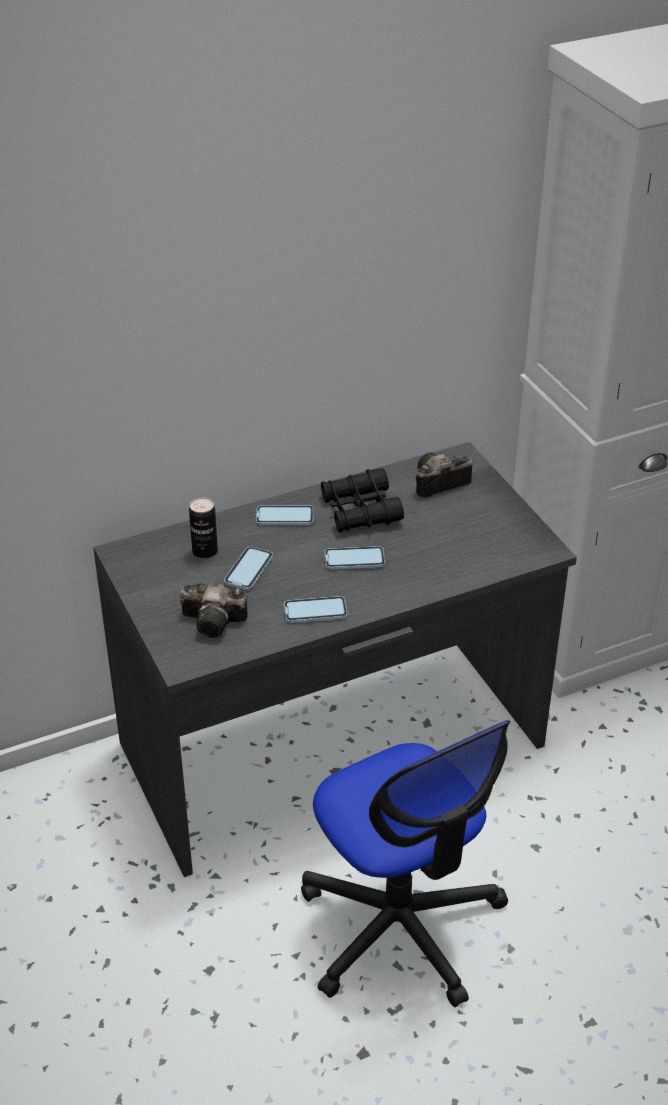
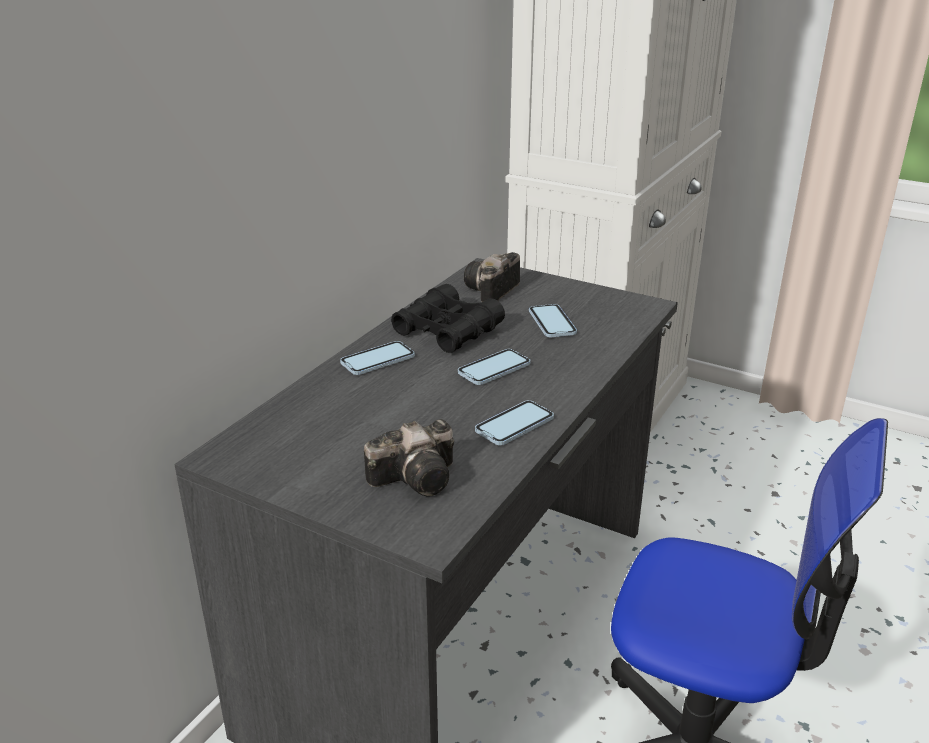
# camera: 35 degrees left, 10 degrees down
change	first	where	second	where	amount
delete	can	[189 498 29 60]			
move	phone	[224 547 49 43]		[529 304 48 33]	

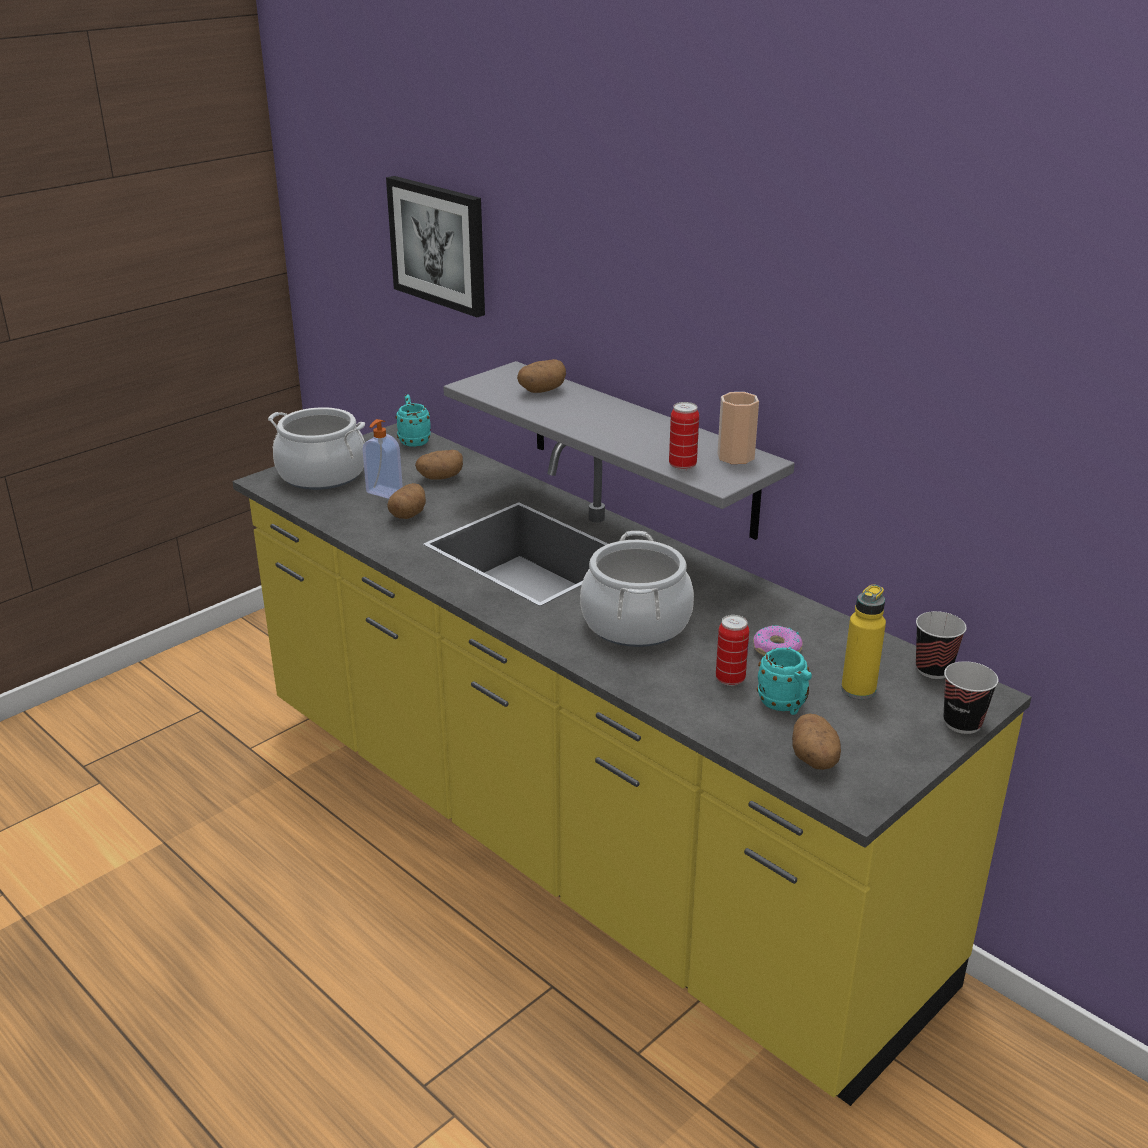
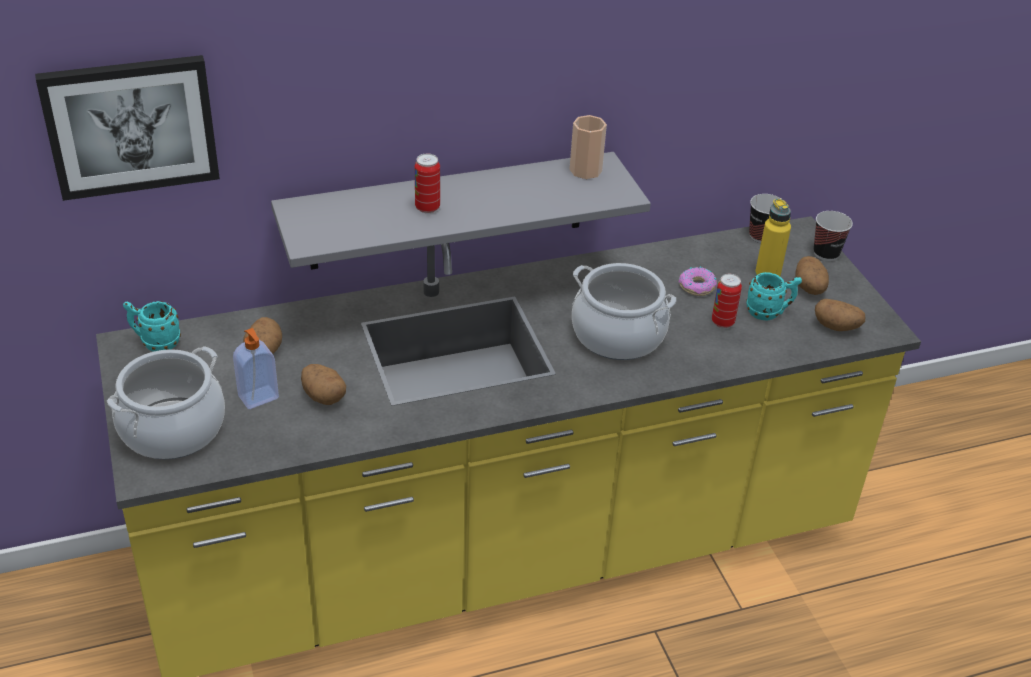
# camera: 65 degrees left, 10 degrees up
change	first	where	second	where	amount
move	potato	[517 359 49 34]		[795 256 34 39]	
move	can	[669 402 30 68]		[415 154 25 59]	

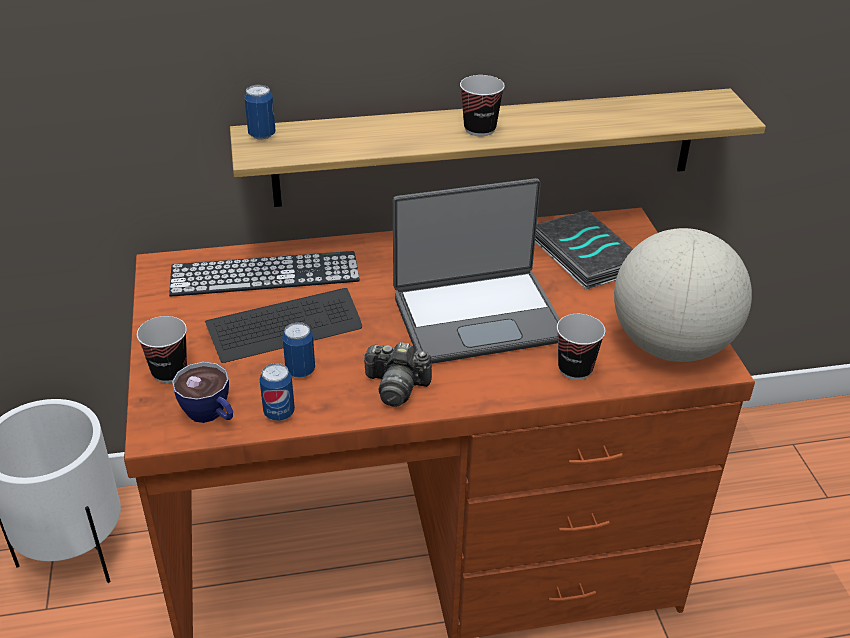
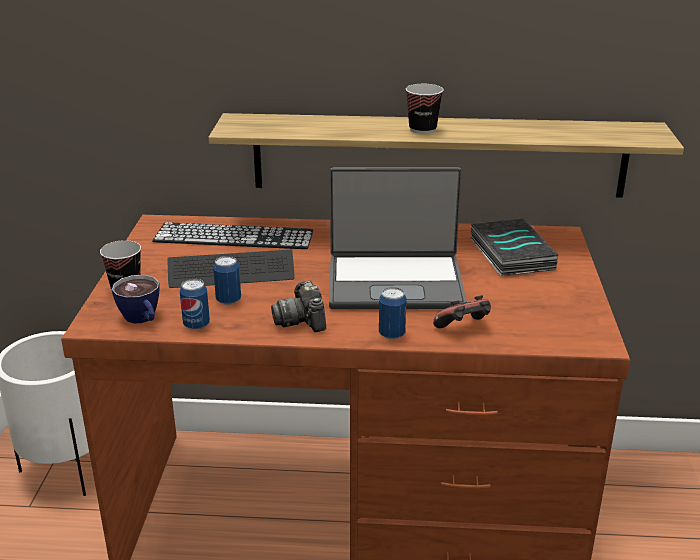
# camera: 15 degrees right, 10 degrees down
change	first	where	second	where	amount
move	can	[244 85 32 55]		[379 287 28 53]	
delete	globe	[614 228 138 134]			
replace	cup	[557 314 49 66]	game controller	[433 295 58 33]	
rotate	photo camera	[363 342 69 65]		[271 280 55 52]	45 degrees clockwise

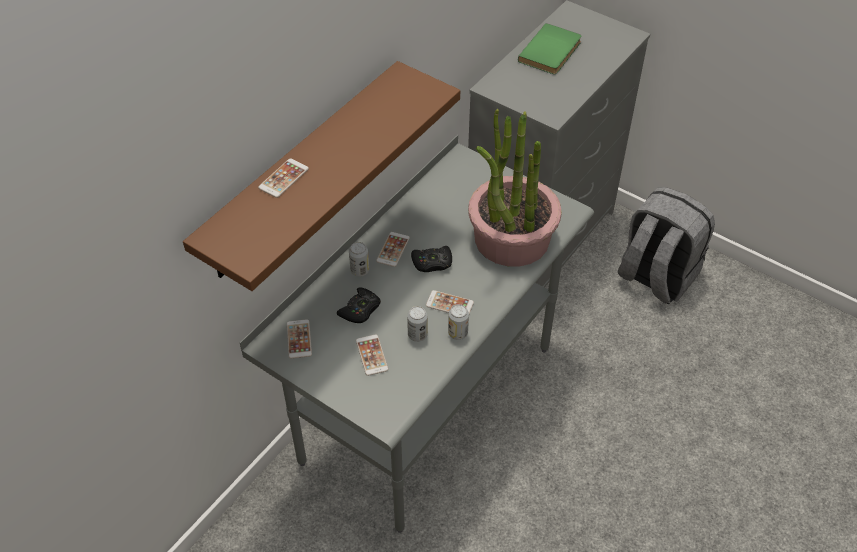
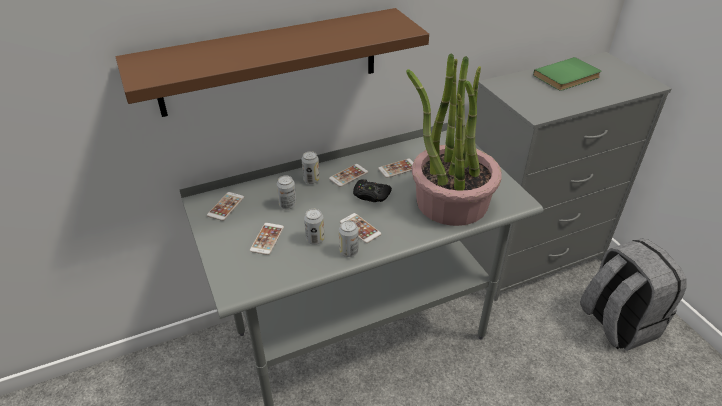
# camera: 30 degrees right, 10 degrees down
change	first	where	second	where	amount
move	phone	[258 158 51 40]		[378 159 35 19]	
replace	black game controller	[337 287 44 36]	can	[277 175 19 35]	

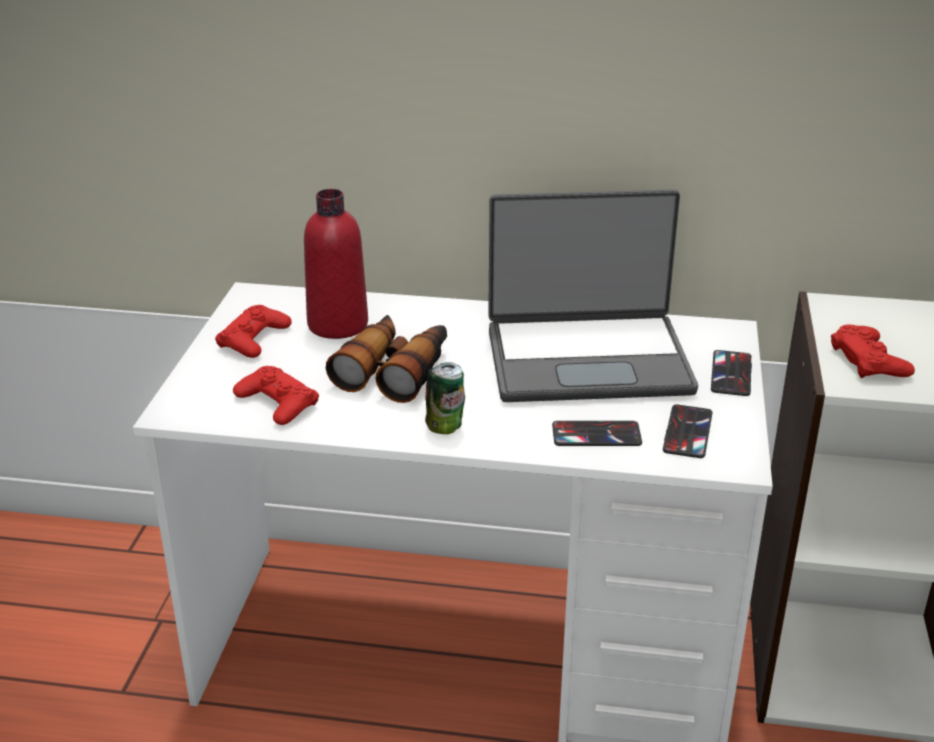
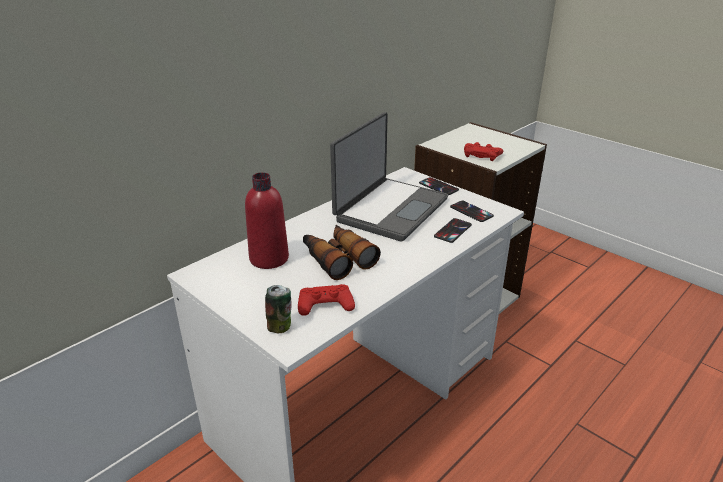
# camera: 55 degrees left, 0 degrees up
change	first	where	second	where	amount
delete	red game controller	[215 305 77 53]			
move	can	[425 362 40 72]		[265 285 27 48]	

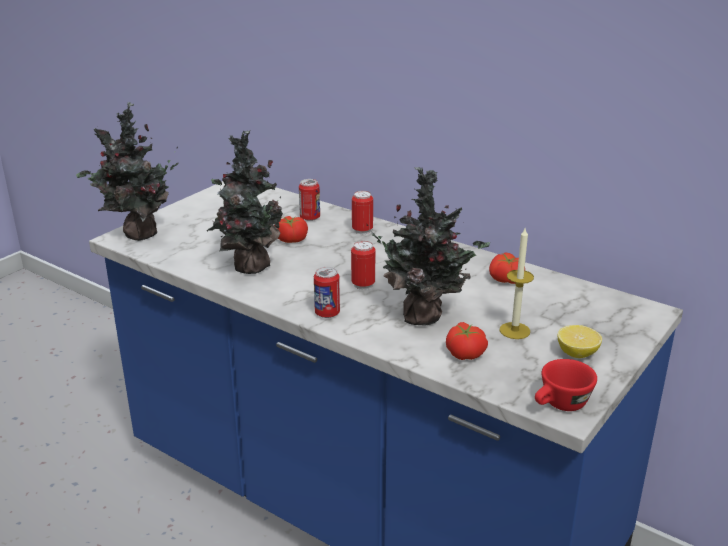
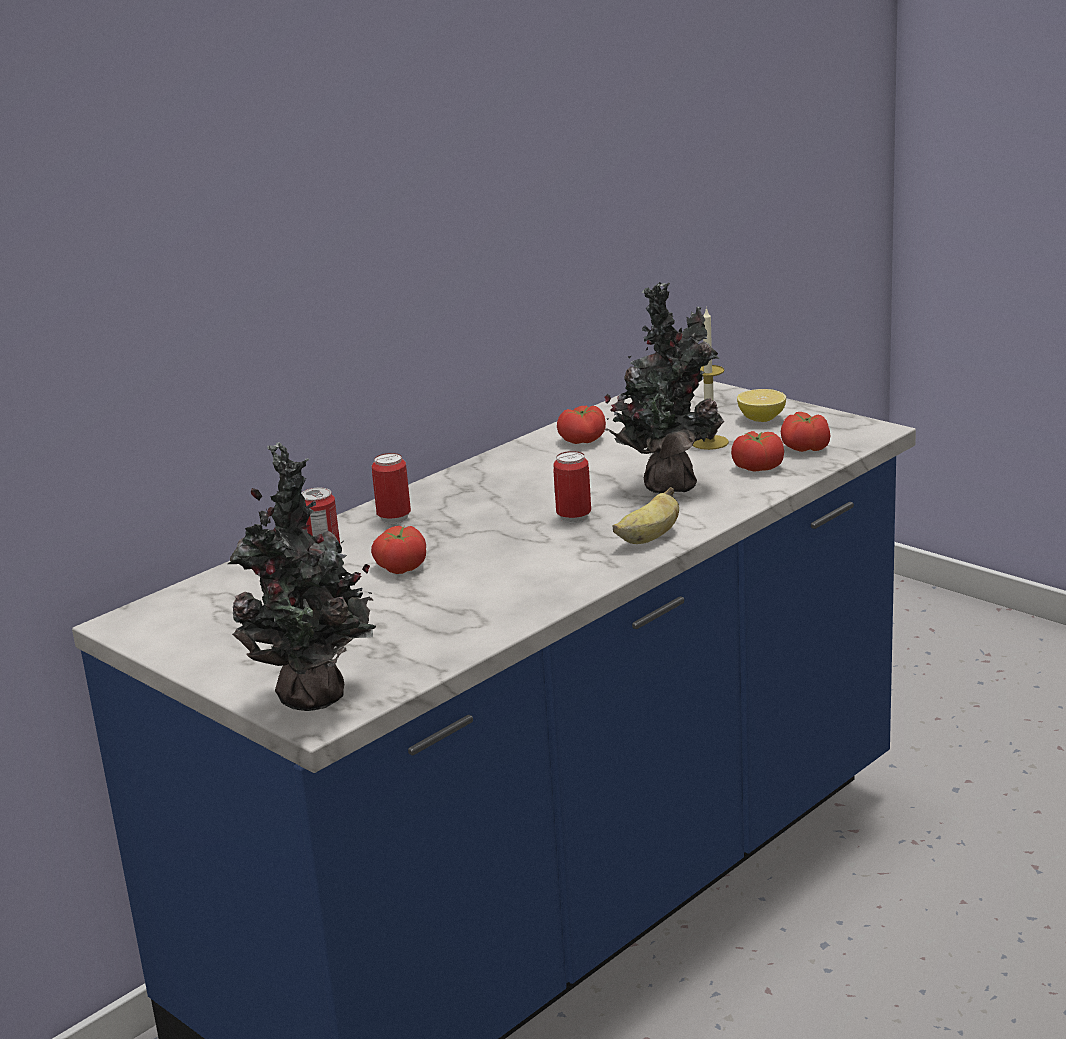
# camera: 80 degrees left, 5 degrees down
change	first	where	second	where	amount
delete	potted plant	[207 129 76 145]			
replace	can	[314 267 26 51]	banana	[613 487 66 57]	
delete	red cup	[535 359 62 52]			
insert			tomato	[781 412 49 40]	

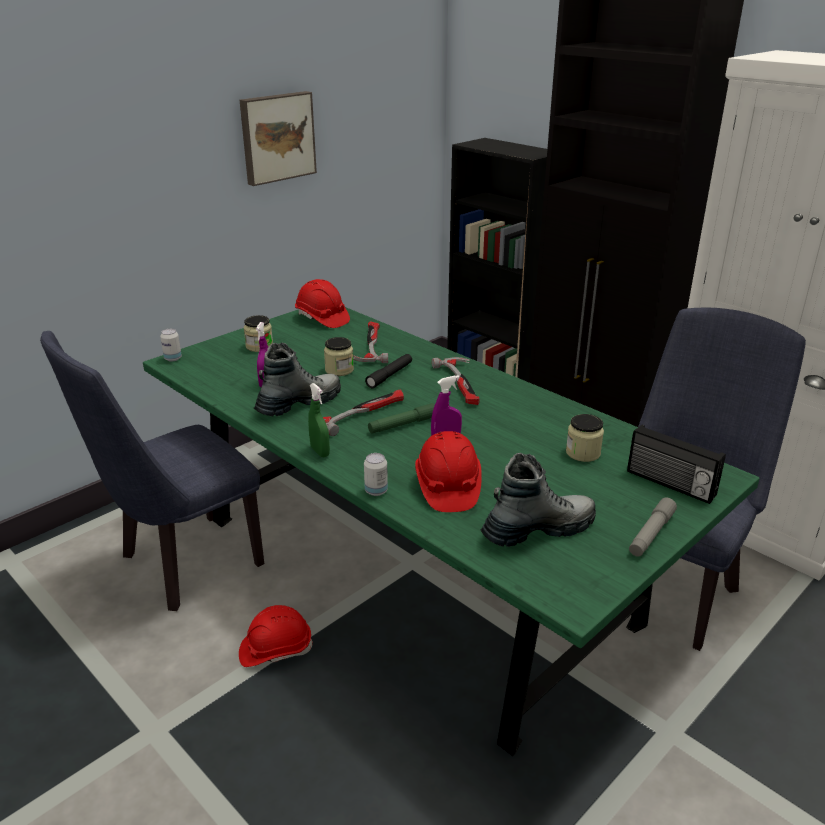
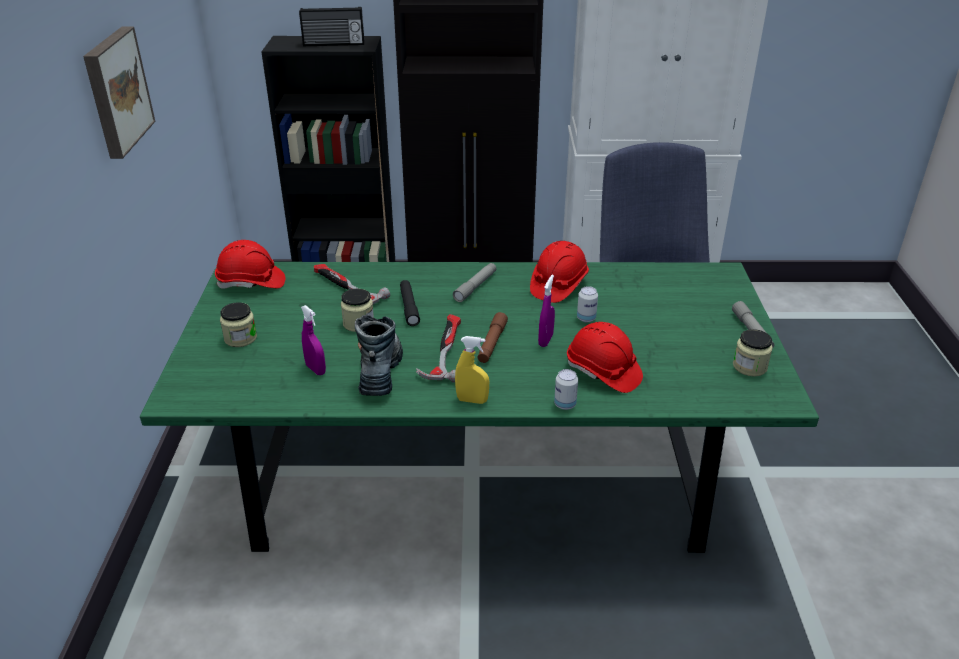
# camera: 45 degrees left, 5 degrees up
change	first	where	second	where	amount
move	can	[160 329 22 33]		[577 286 21 36]	
delete	blue chair	[40 331 224 280]			
replace	hammer	[432 357 48 48]	grey flashlight	[453 263 43 39]	
recolor	green spray bottle	[308 383 22 74]	yellow spray bottle	[455 336 34 68]	
recolor	green flashlight	[368 403 67 31]	brown flashlight	[478 312 30 51]	
move	jar	[566 414 38 48]		[733 329 40 48]	
move	radio	[627 425 99 79]		[299 7 65 39]	
delete	boot	[480 453 116 94]			
move	red hard hat	[239 605 74 62]		[530 241 59 62]	

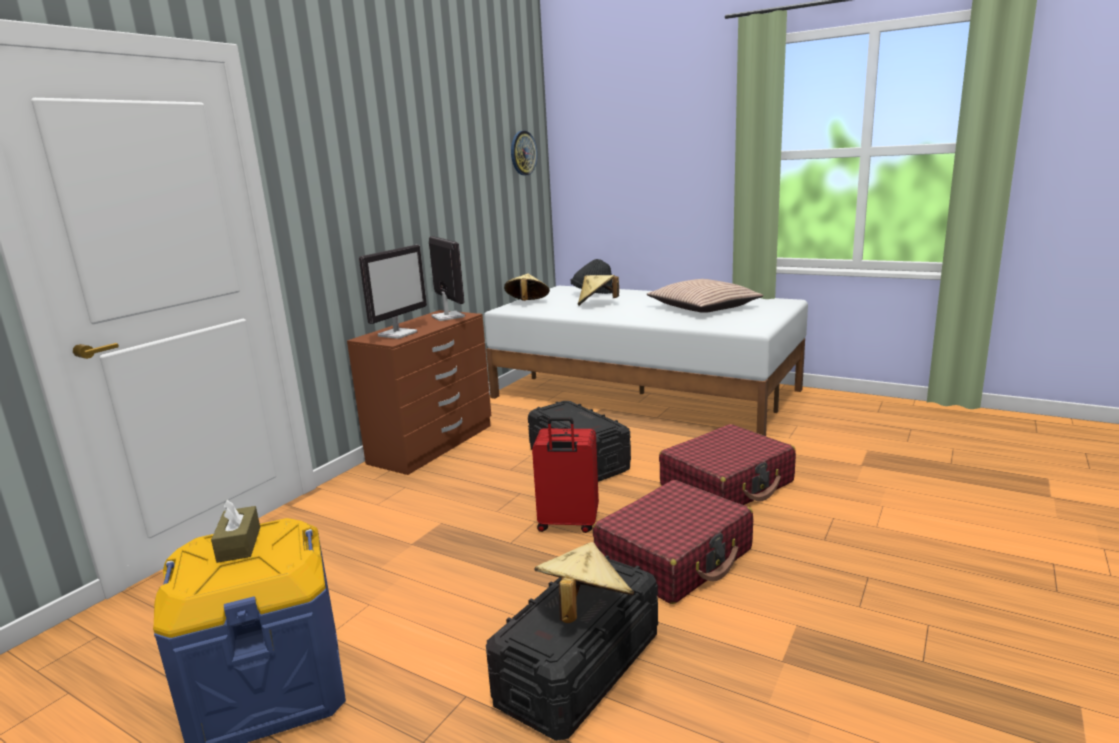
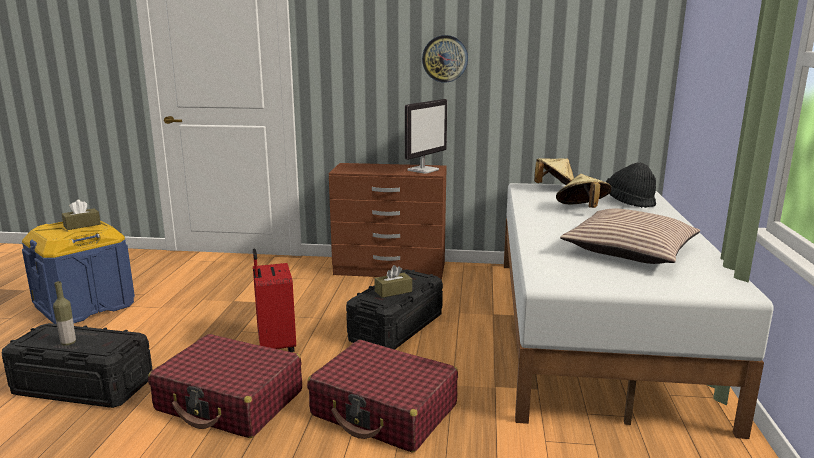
# camera: 65 degrees right, 0 degrees up
change	first	where	second	where	amount
move	wall clock	[511 131 26 44]		[422 35 46 47]	
delete	monitor	[359 245 68 94]			
replace	beige hat	[534 542 100 81]	bottle	[53 281 23 64]	
insert			brown tissue box	[374 265 38 33]	

